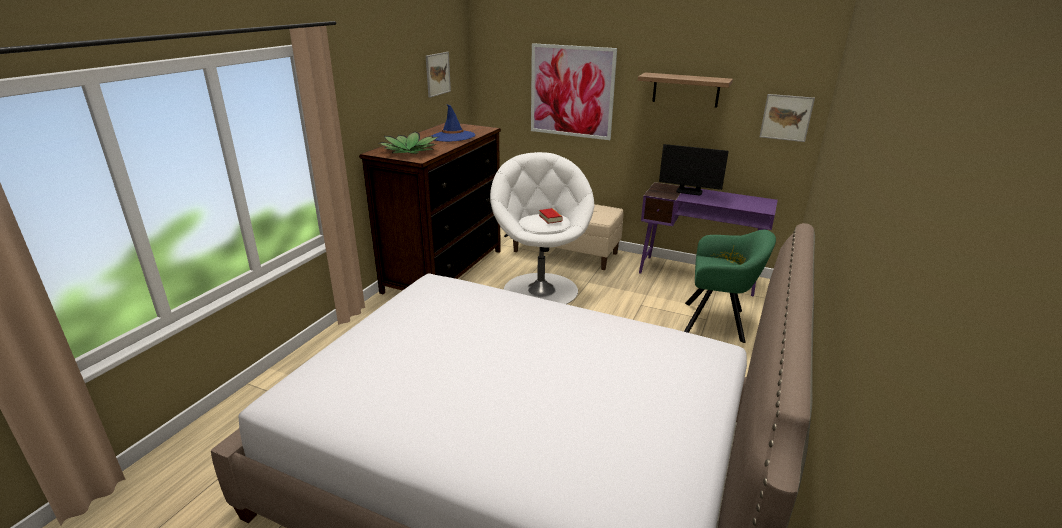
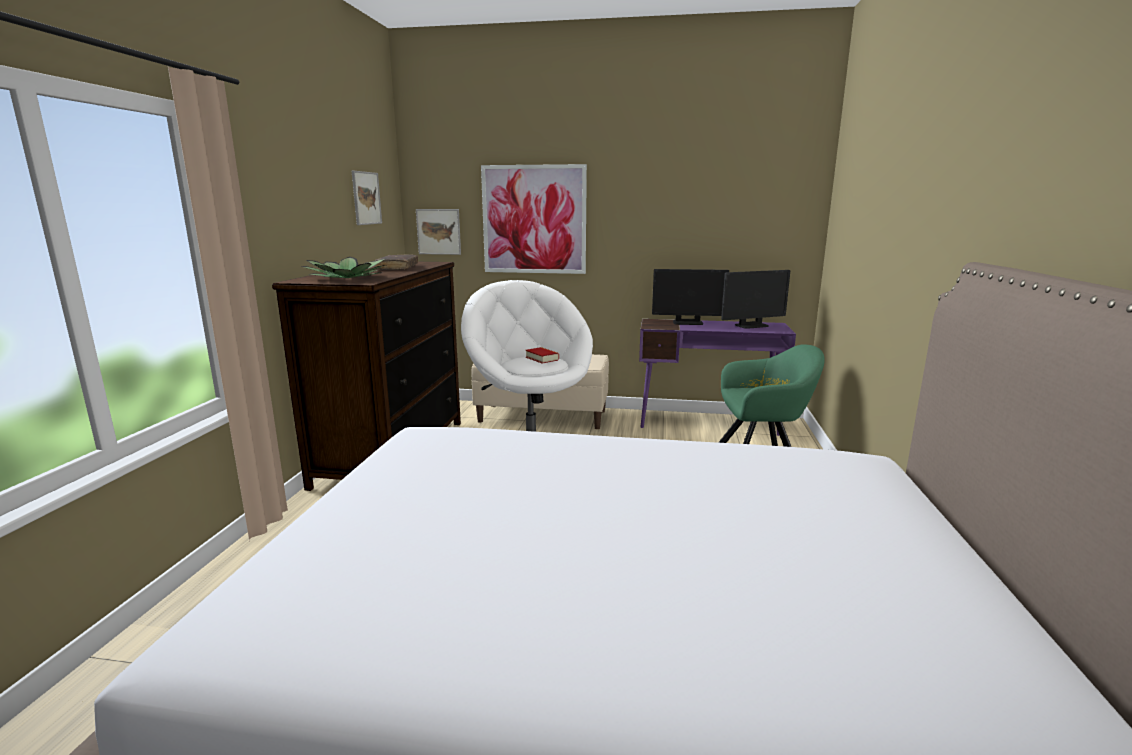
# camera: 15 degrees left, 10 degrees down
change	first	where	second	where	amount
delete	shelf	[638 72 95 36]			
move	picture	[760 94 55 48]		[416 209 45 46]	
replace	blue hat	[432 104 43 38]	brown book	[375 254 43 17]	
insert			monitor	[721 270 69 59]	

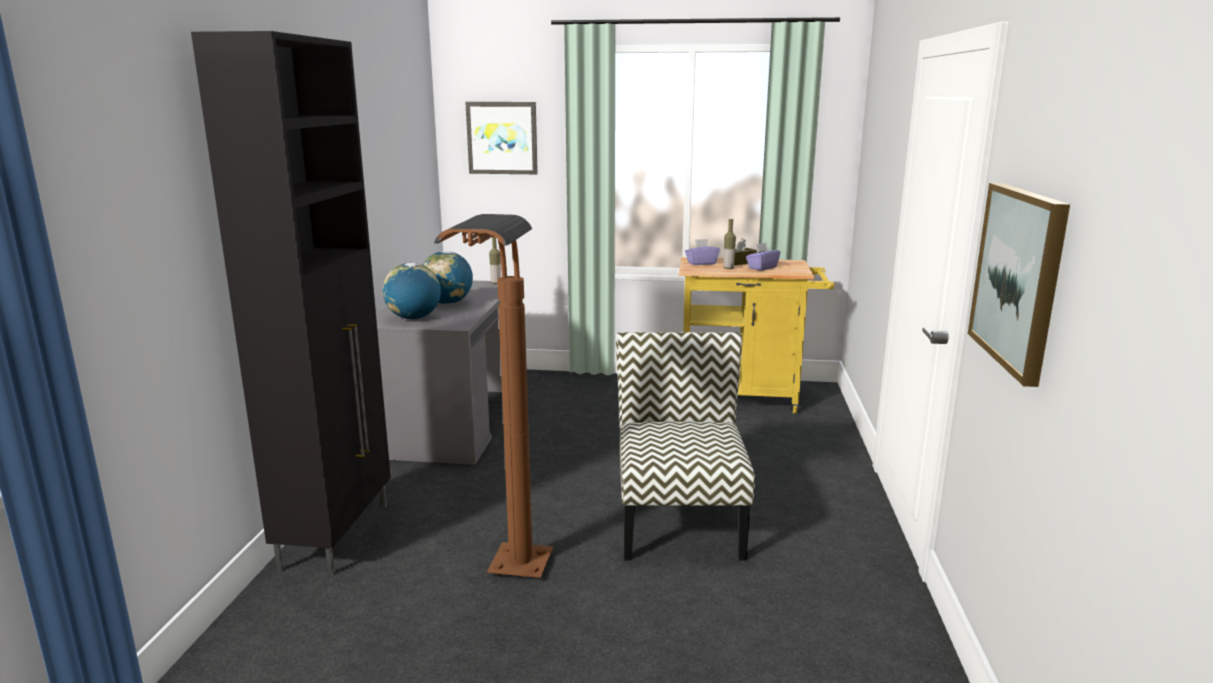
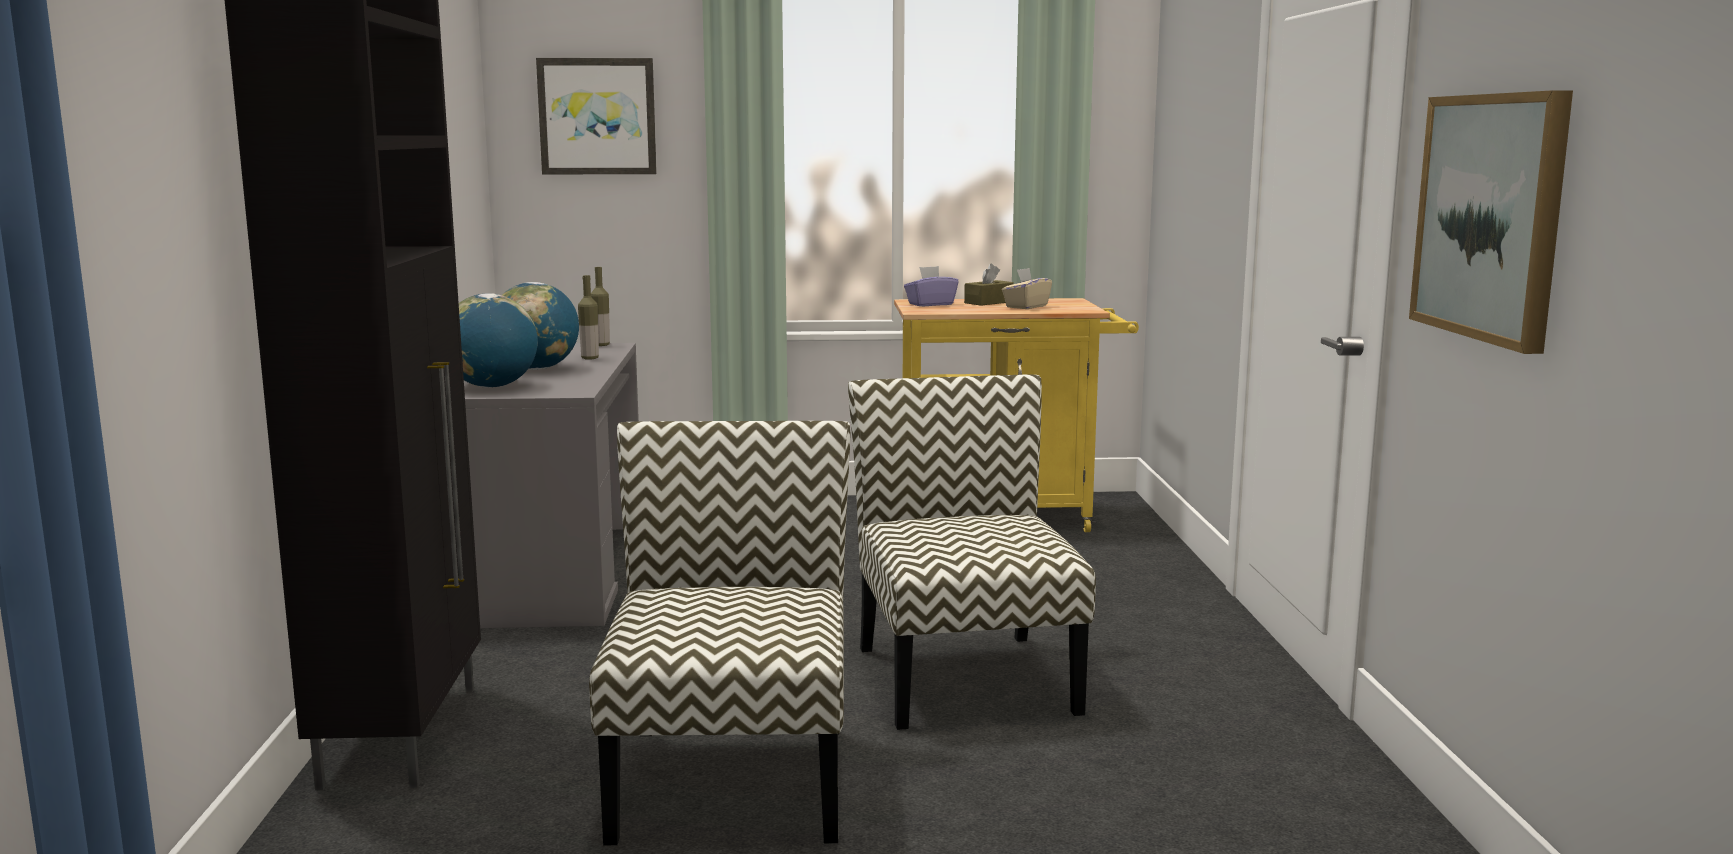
# camera: 10 degrees left, 5 degrees down
change	first	where	second	where	amount
replace	brown floor lamp	[434 214 119 364]	chair	[589 421 262 424]	
move	bottle	[724 219 12 50]		[578 275 21 85]	
recolor	purple tissue box	[746 243 34 28]	beige tissue box	[1002 268 50 41]	

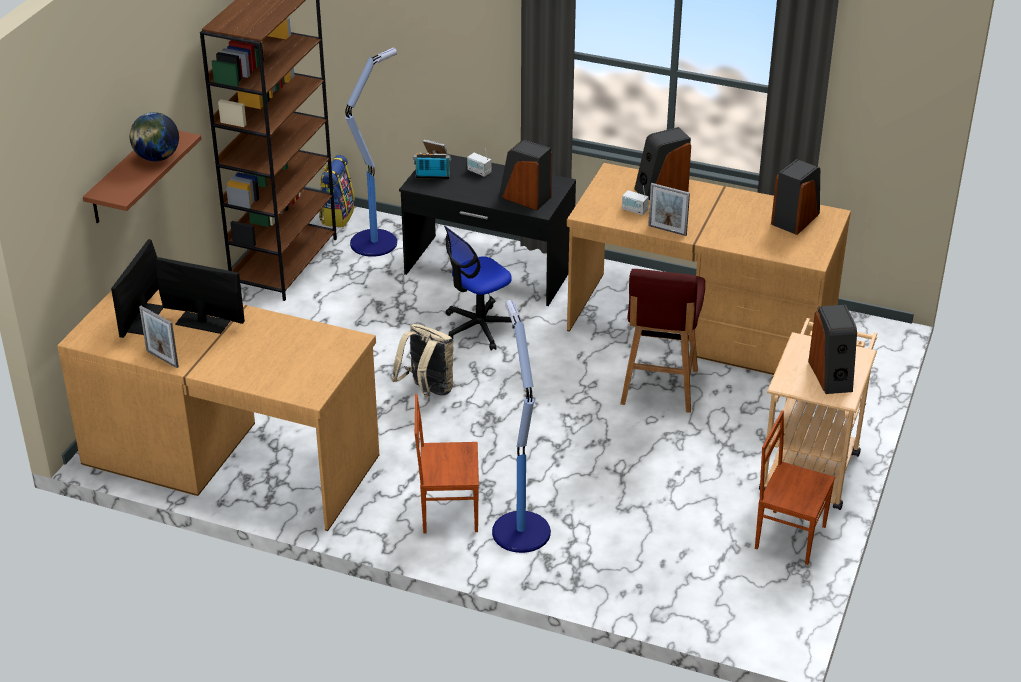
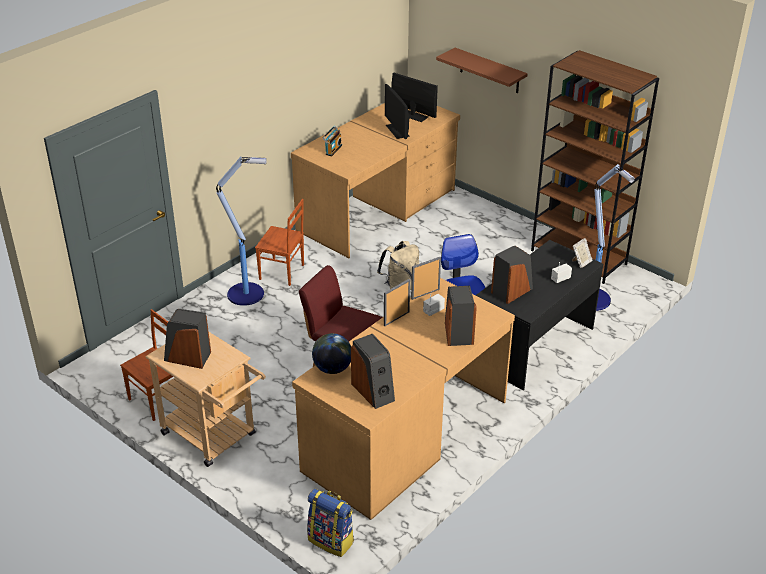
# camera: 110 degrees right, 0 degrees up
change	first	where	second	where	amount
move	globe	[130 112 49 49]		[312 333 39 41]	
move	radio	[413 152 38 27]		[322 126 20 30]	
move	backpack	[319 155 36 72]		[307 489 47 68]	
rotate	monitor	[156 257 89 77]		[385 84 25 55]	120 degrees clockwise
move	picture frame	[139 306 40 62]		[411 257 30 43]	
rotate	brown chair	[415 394 64 139]		[255 199 49 87]	90 degrees clockwise

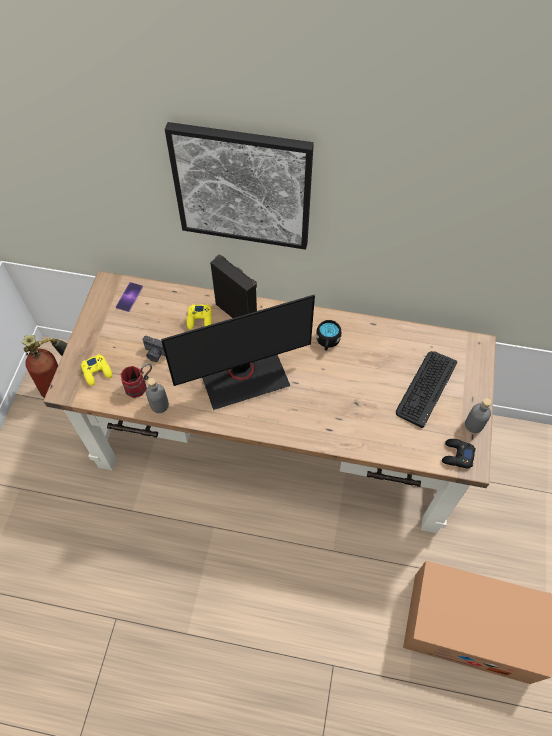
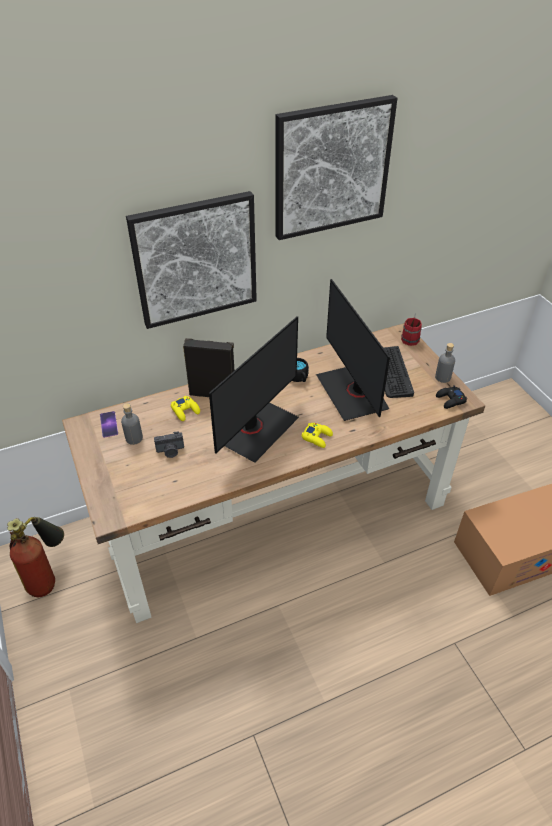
# camera: 35 degrees left, 15 degrees down
change	first	where	second	where	amount
move	yellow game controller	[81 354 31 32]		[301 423 32 25]	
move	red mug	[120 363 32 35]		[401 314 21 32]	
move	grey bottle	[146 378 23 35]		[121 403 22 42]	
insert			picture	[275 95 122 145]	
insert			monitor	[316 279 74 142]	

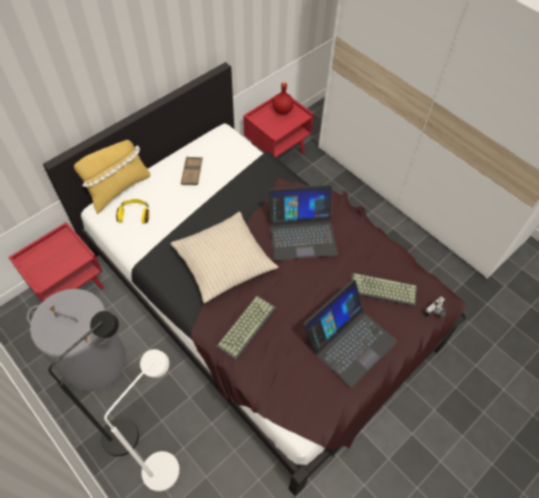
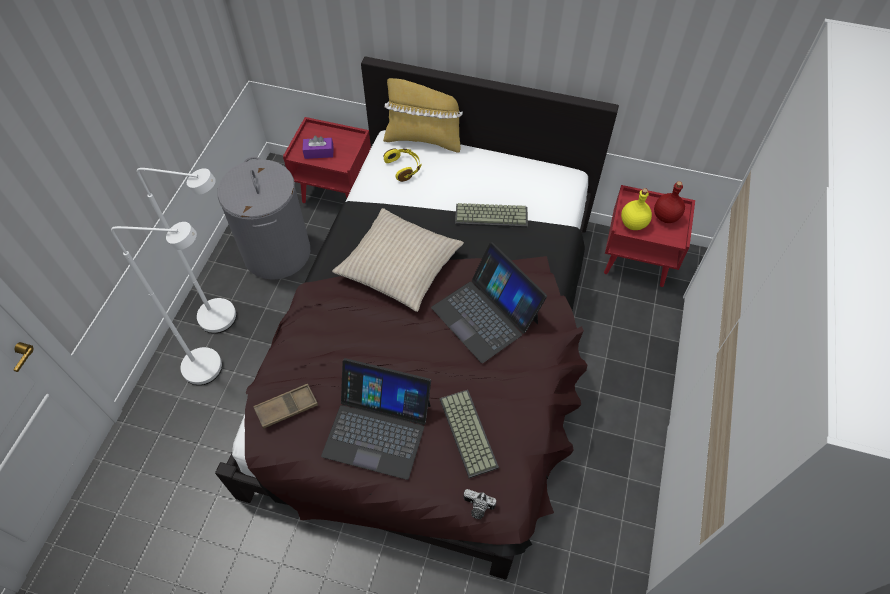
# camera: 60 degrees right, 0 degrees up
change	first	where	second	where	amount
move	brown tray	[181 157 22 28]		[253 384 65 45]	
move	keyboard	[216 296 60 64]		[455 203 73 25]	
recolor	black floor lamp	[48 311 91 145]	white floor lamp	[137 168 99 165]	
insert			purple tissue box	[303 135 30 24]	
insert			yellow bottle	[621 188 31 42]	

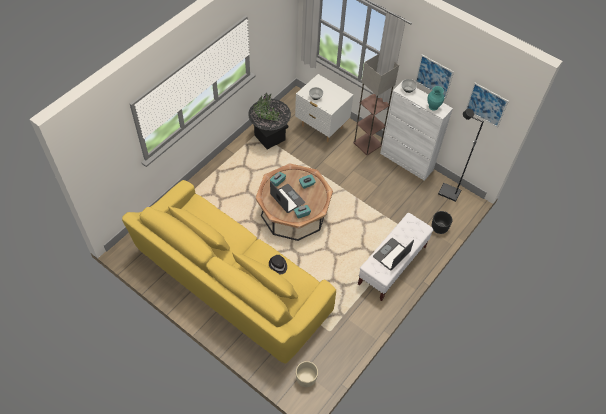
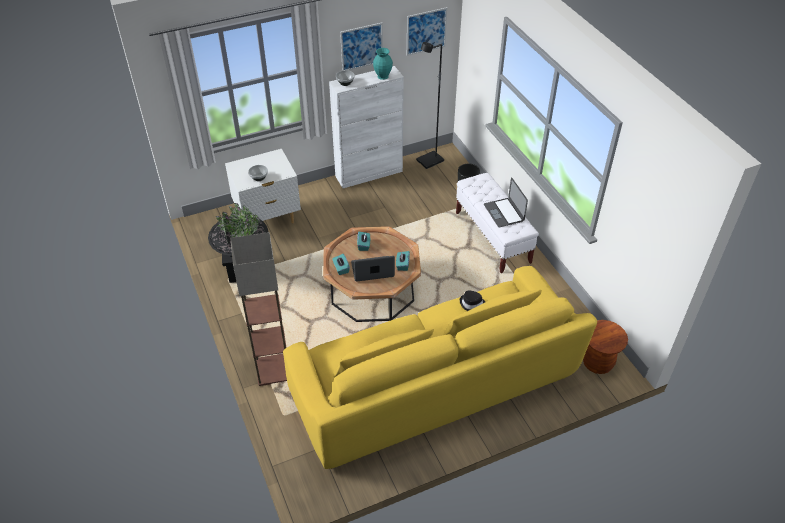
# camera: 60 degrees left, 10 degrees down
change	first	where	second	where	amount
move	floor lamp	[353 54 46 101]		[230 232 57 154]	
replace	beige planter	[296 361 22 26]	brown stool	[583 320 45 54]	

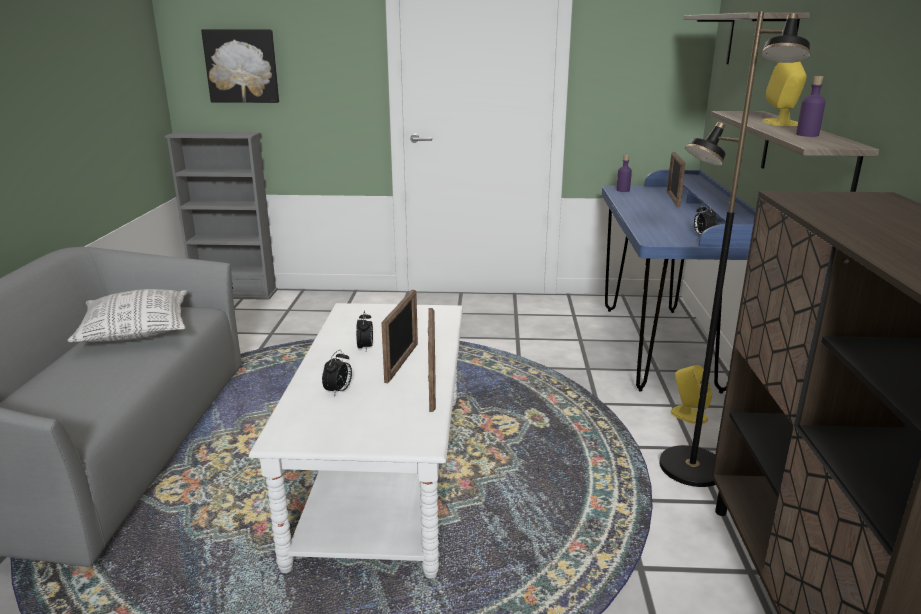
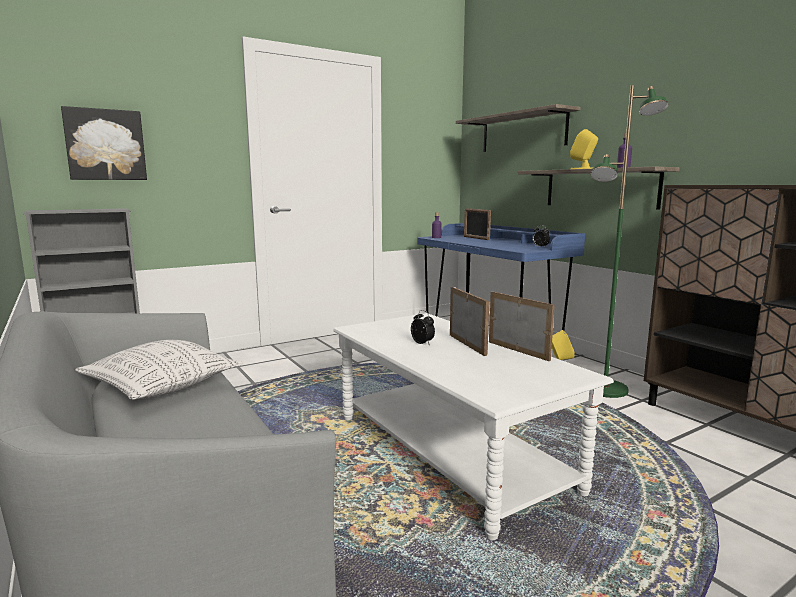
# camera: 35 degrees left, 10 degrees down
change	first	where	second	where	amount
recolor	black floor lamp	[659 12 151 475]	green floor lamp	[591 85 78 313]	
delete	alarm clock	[322 350 30 47]			

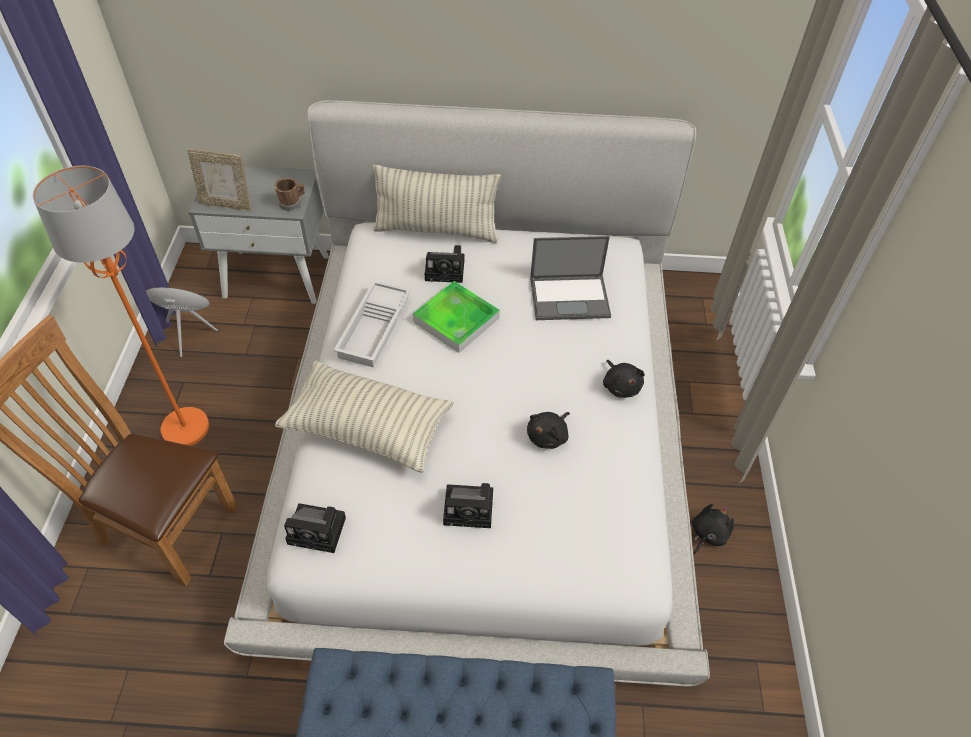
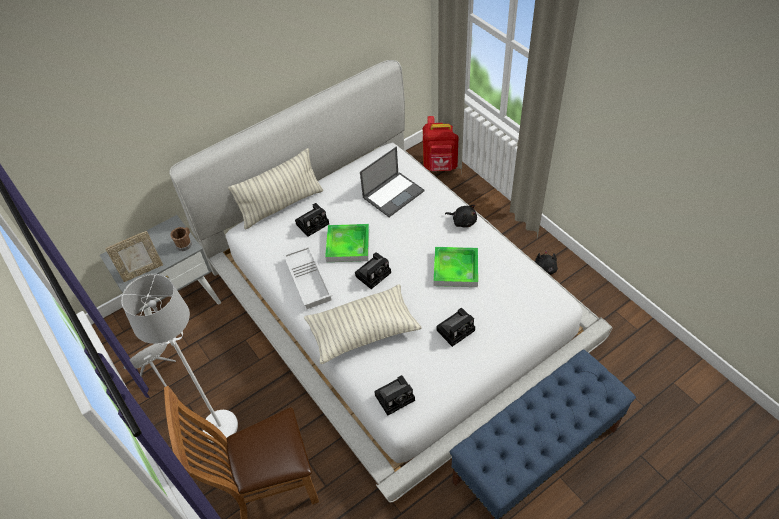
# camera: 35 degrees left, 0 degrees up
change	first	where	second	where	amount
recolor	orange floor lamp	[33 166 176 280]	white floor lamp	[121 274 117 169]	
replace	black plush toy	[527 412 43 37]	tray	[434 247 44 40]	
insert			red backpack	[423 116 35 55]	
insert			photo camera	[355 252 36 37]	

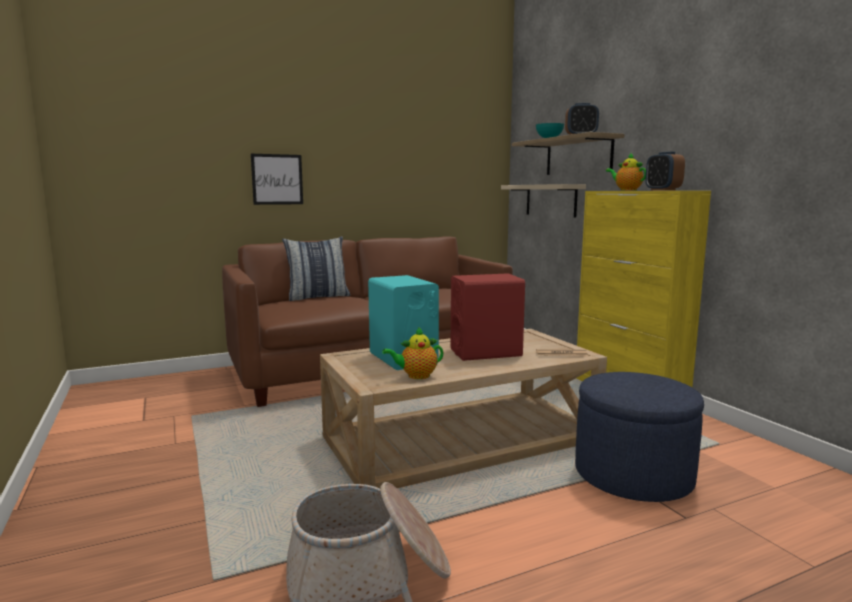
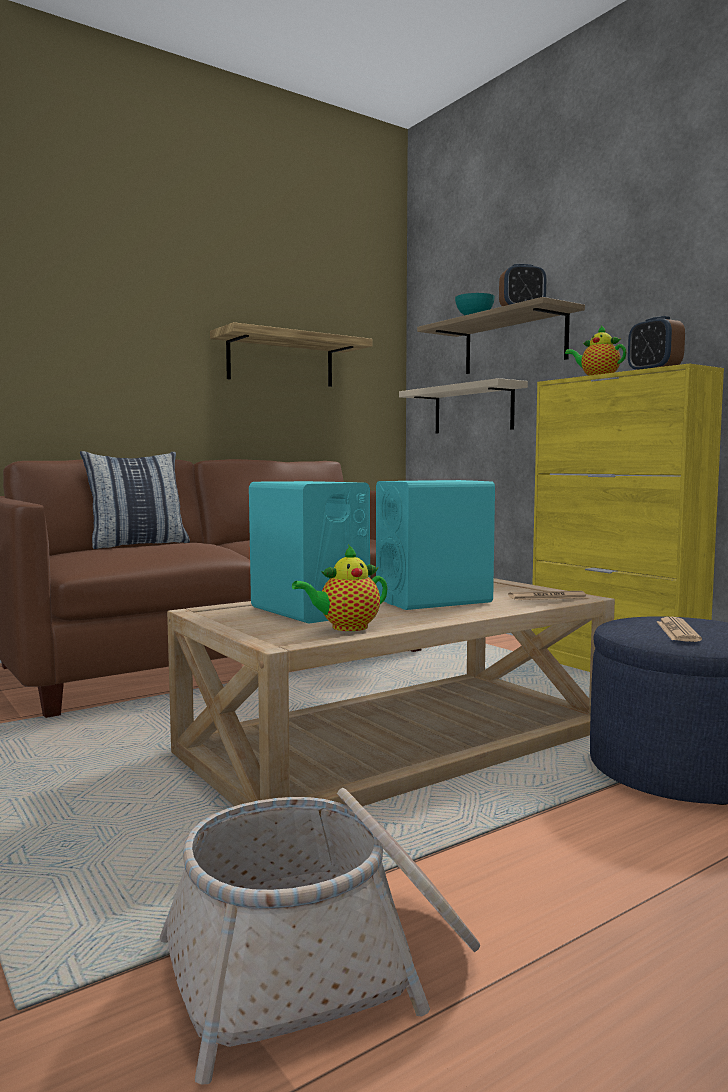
# camera: 10 degrees left, 5 degrees down
change	first	where	second	where	amount
delete	picture	[251 154 52 51]			
recolor	red speaker	[451 273 74 88]	turquoise speaker	[376 480 119 130]	
insert			shelf	[210 322 162 65]	
insert			newspaper	[657 617 45 25]	

